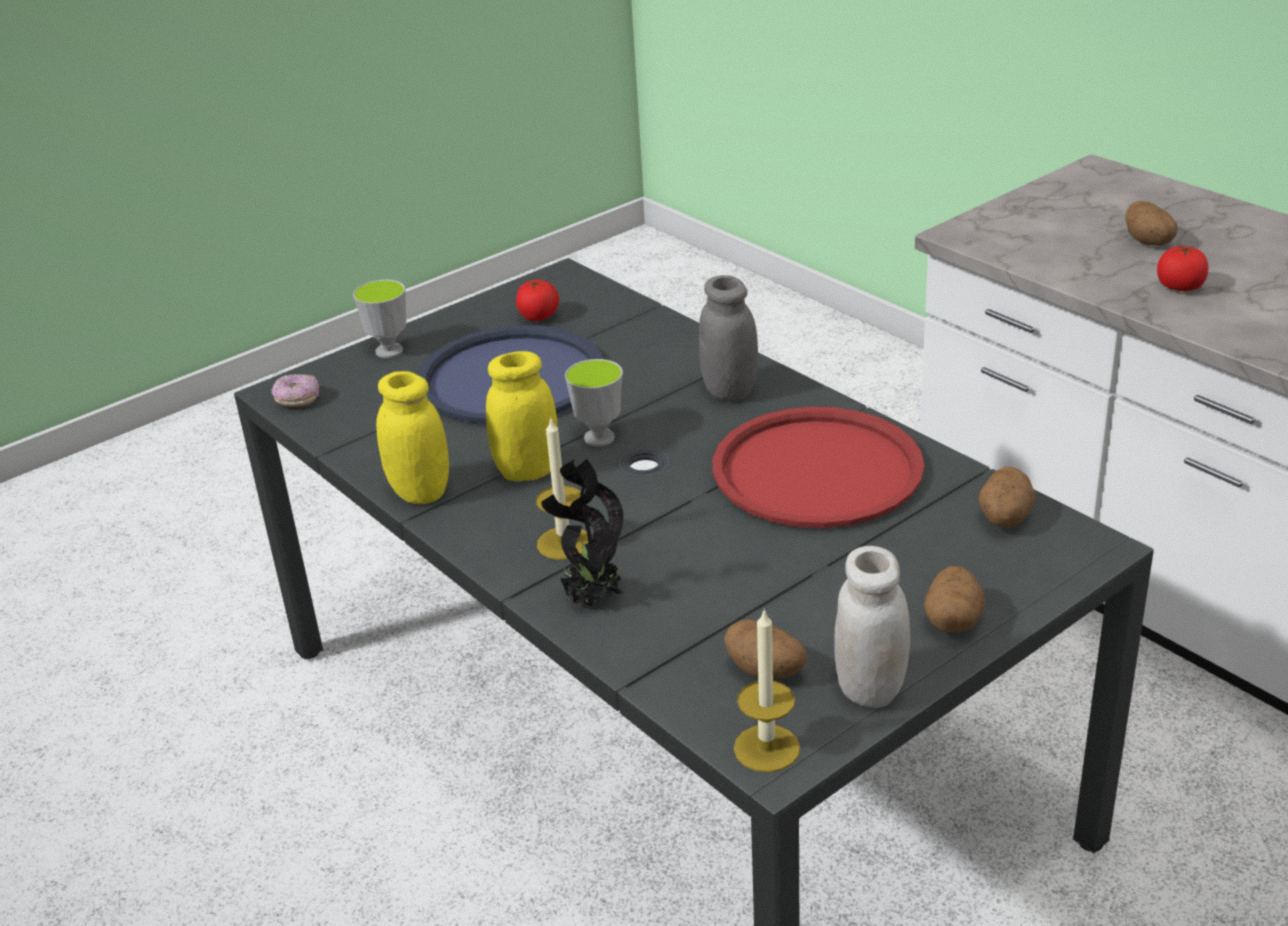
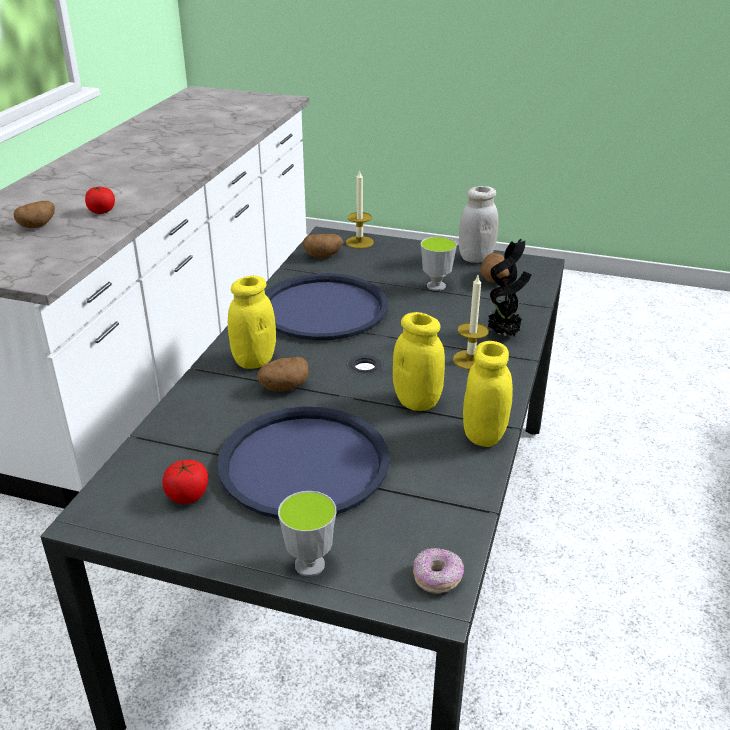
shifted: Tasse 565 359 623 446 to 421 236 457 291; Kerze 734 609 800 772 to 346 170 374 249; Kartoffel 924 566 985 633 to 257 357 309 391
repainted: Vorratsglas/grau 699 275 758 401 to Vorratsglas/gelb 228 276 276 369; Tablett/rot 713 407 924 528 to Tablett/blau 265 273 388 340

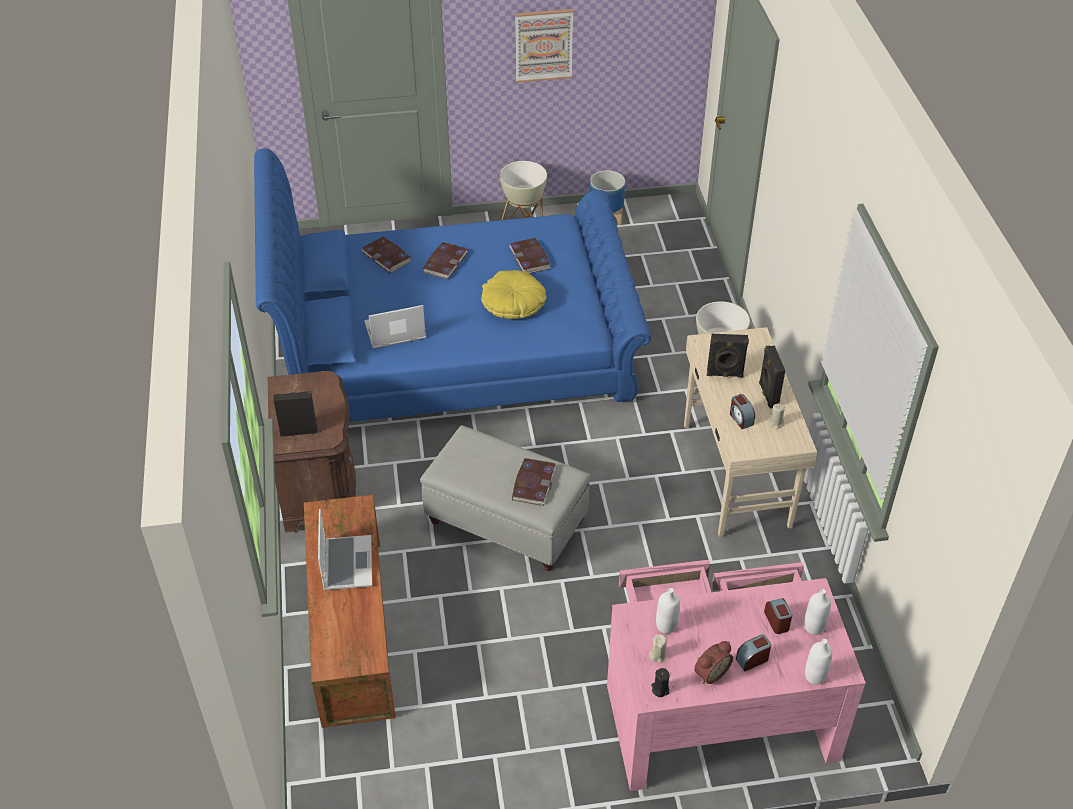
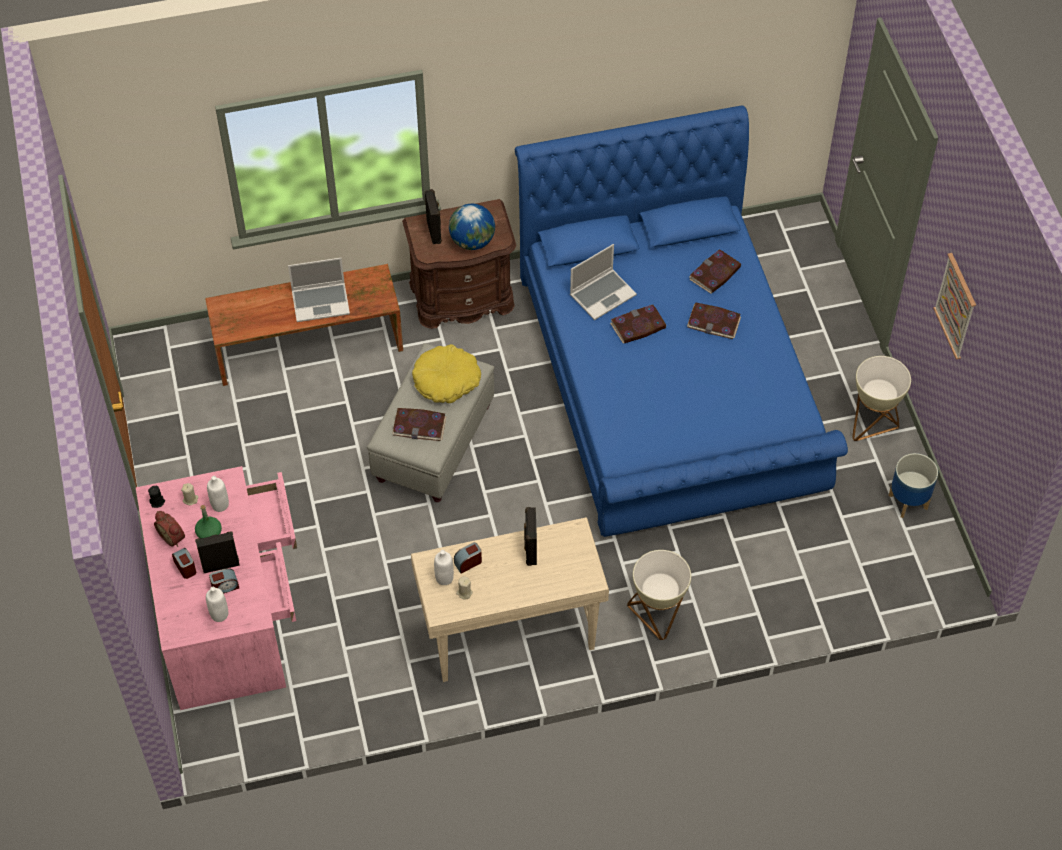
new: Flasche/grün 195 505 222 538; Globus 449 204 495 250
shifted: Kissen/gelb 481 270 546 319 to 412 344 481 403; Buch 509 238 551 274 to 610 305 666 344; Lautsprecher/schwarz 759 346 785 408 to 195 531 240 573; Flasche/weiß 805 639 832 685 to 434 550 454 585
rotated: Laptop 364 305 426 348 = 570 244 637 320 75 degrees clockwise

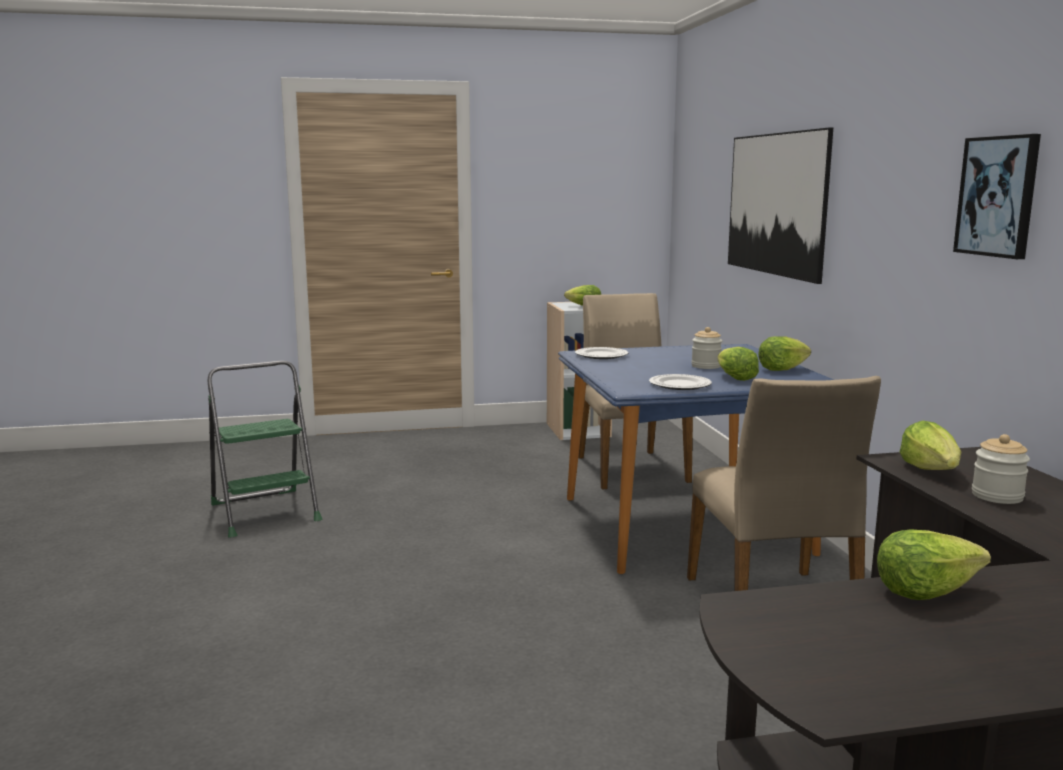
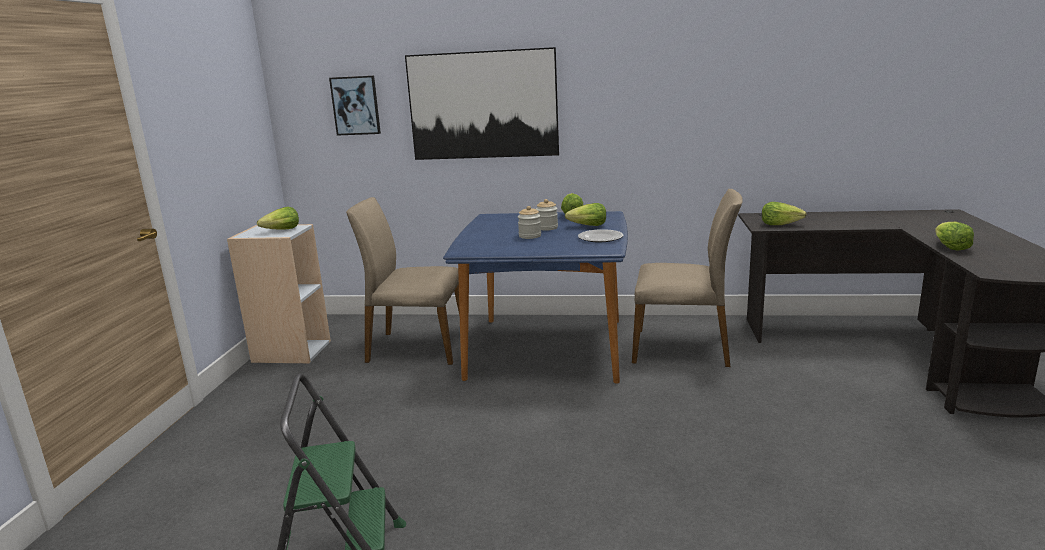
gone: Teller 575 347 628 359
shifted: Bild 953 134 1041 259 to 329 76 381 136; Vorratsglas 972 434 1030 504 to 518 206 541 239

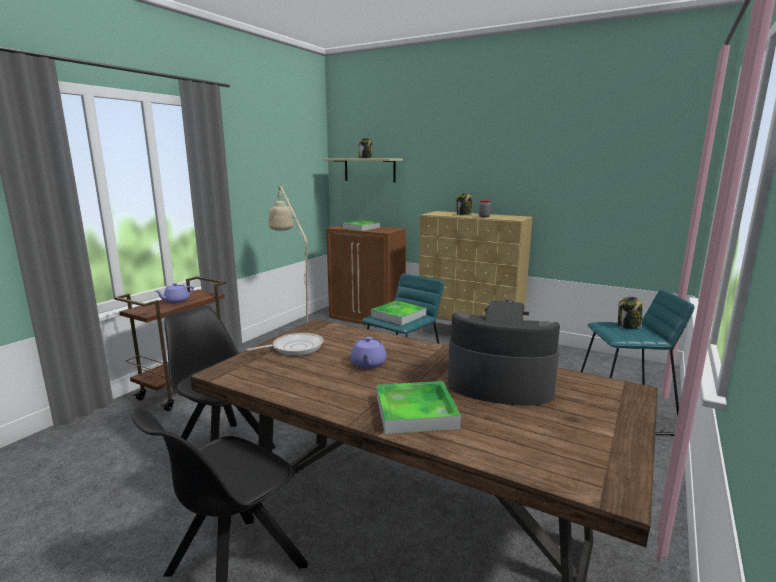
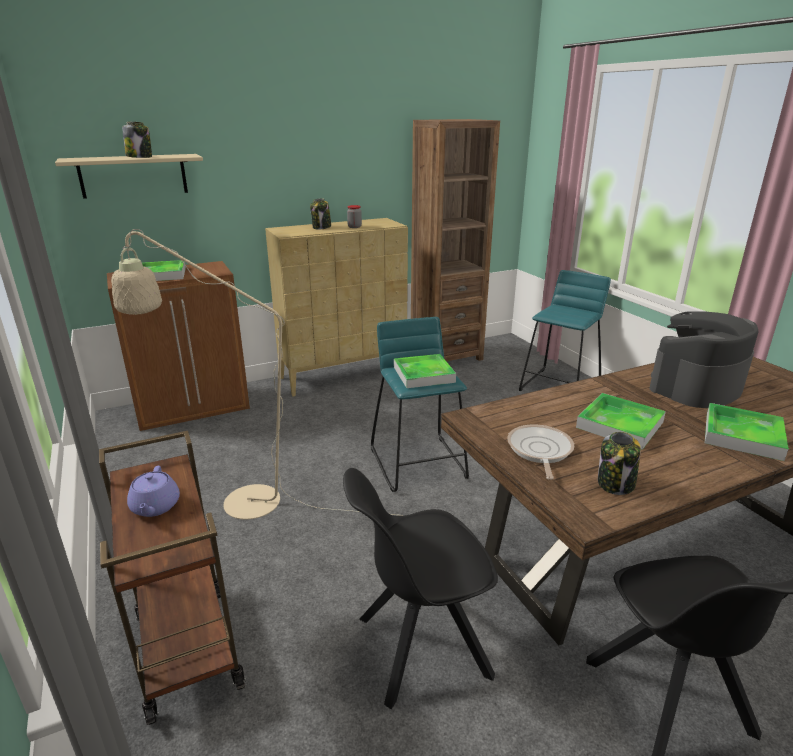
new: Bücherregal/braun 411 119 500 361
shifted: Vorratsglas 618 297 642 329 to 598 432 641 495
swapped: Teekanne/lila 350 337 387 369 to Tablett 576 393 666 450

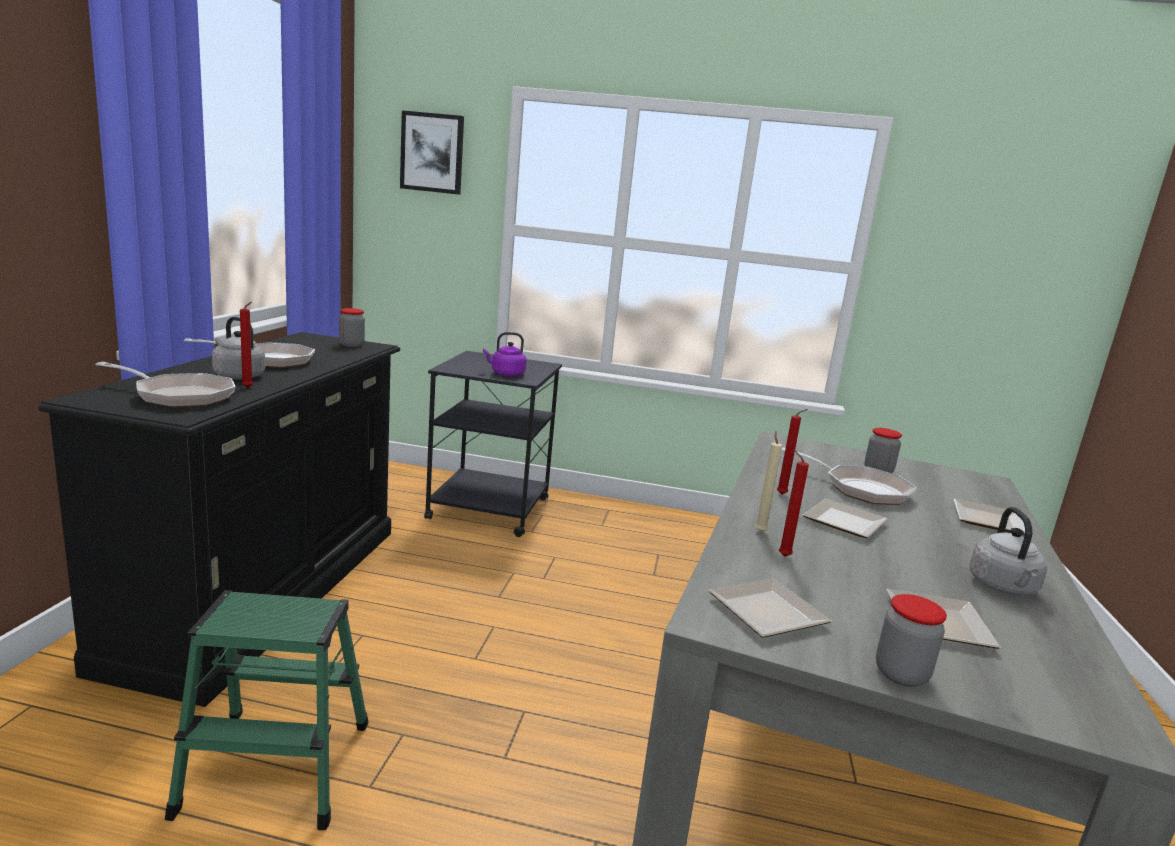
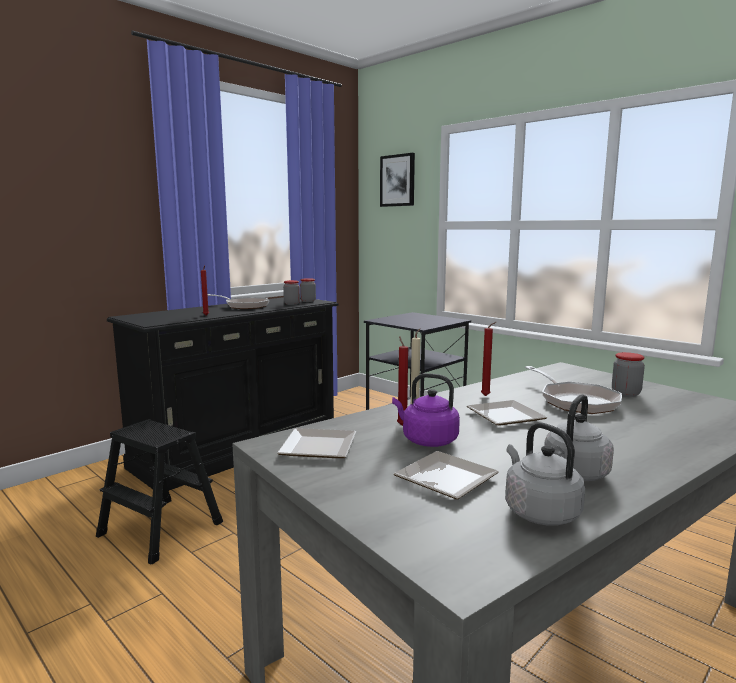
gone: Pfanne 95 362 235 408; Teller 954 499 1025 535
shifted: Wasserkessel/grau 212 317 265 379 to 505 422 585 526; Wasserkessel/lila 483 332 527 376 to 392 373 460 447; Vorratsglas 876 594 947 687 to 283 280 300 305
repainted: Trittleiter/grün 165 590 368 830 to Trittleiter/schwarz 96 419 223 564

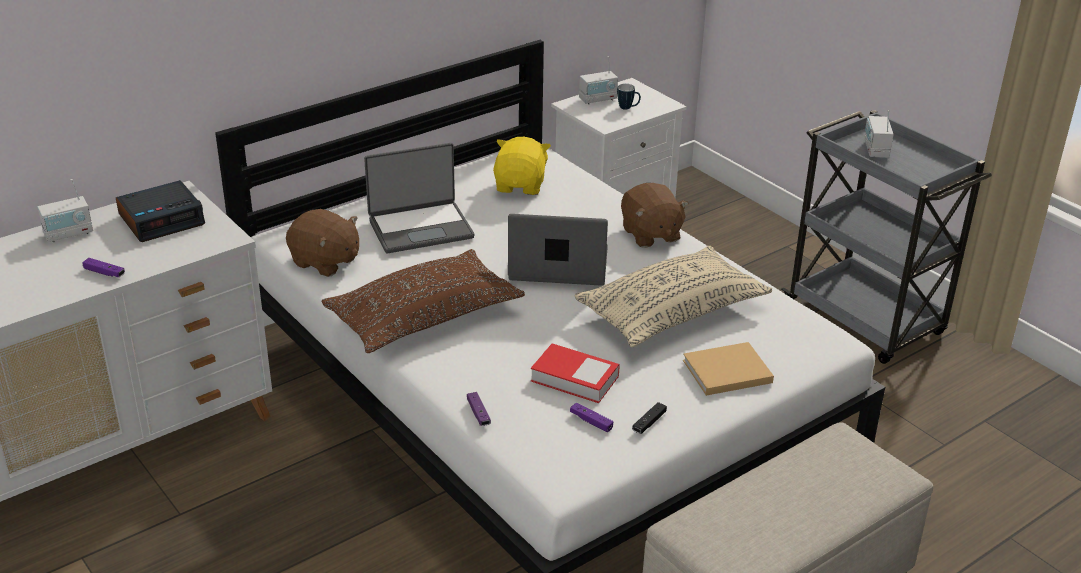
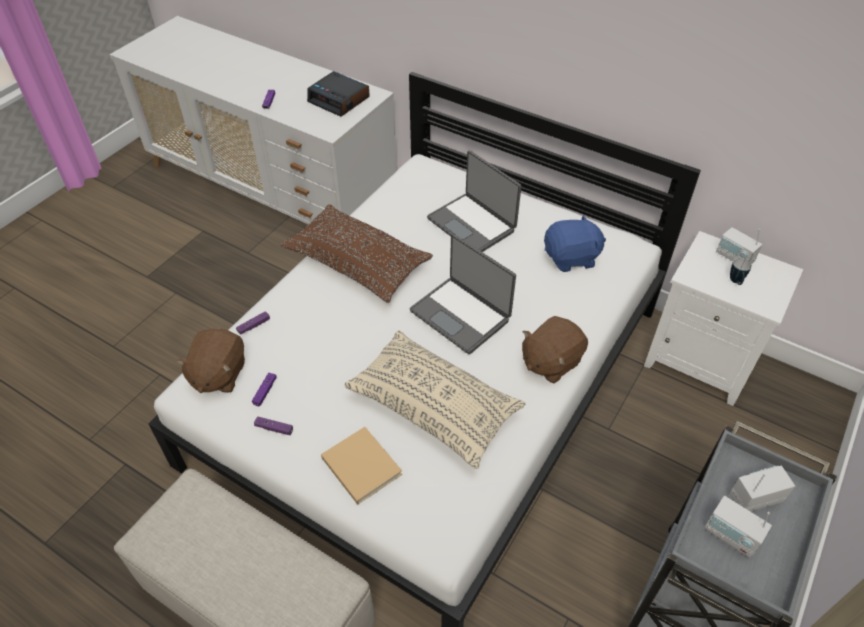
gone: Buch 531 343 620 403
shifted: Radio 37 179 93 242 to 704 496 772 558; Plüschtier/braun 286 209 359 277 to 176 328 245 393
repainted: Plüschtier/gelb 493 137 551 195 to Plüschtier/blau 544 214 606 272; Gamepad/schwarz 632 402 667 434 to Gamepad/lila 254 417 293 435
rotated: Laptop 508 214 608 286 = 409 234 516 354 150 degrees clockwise

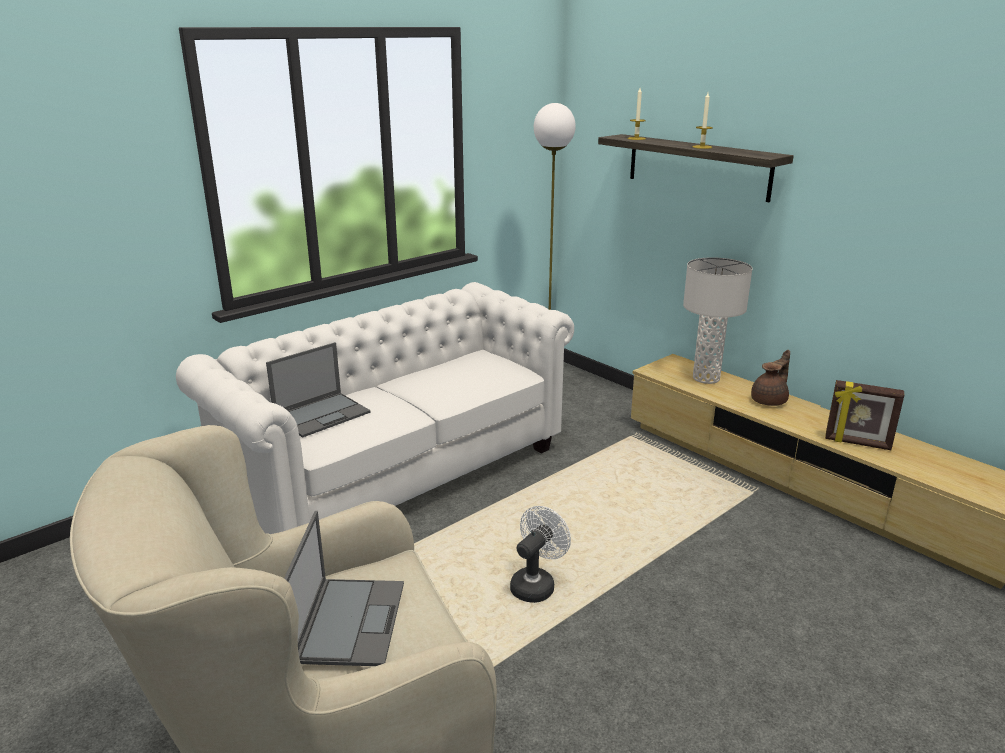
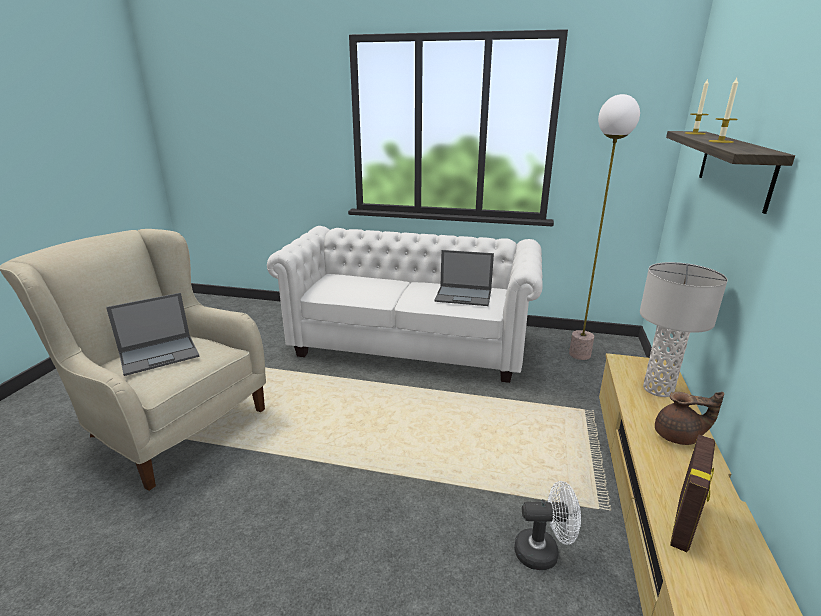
shifted: Laptop 266 342 371 438 to 434 250 494 306; Ventilator/weiß 510 506 571 603 to 514 481 581 570
rotated: Bilderrahmen 825 380 904 450 = 670 434 715 552 135 degrees counterclockwise

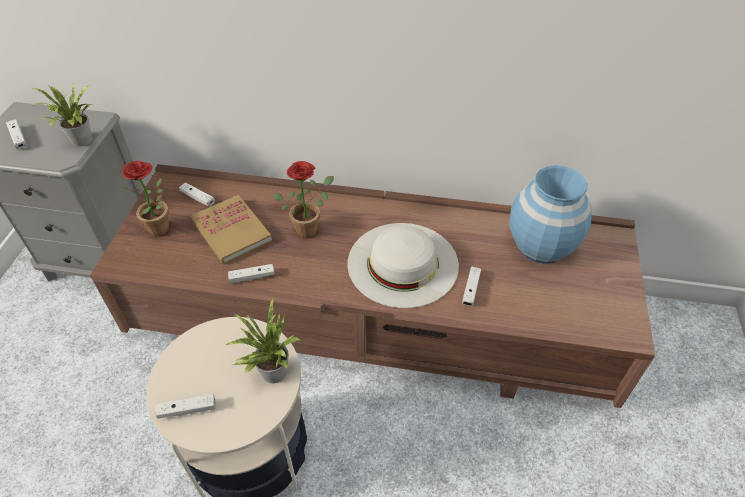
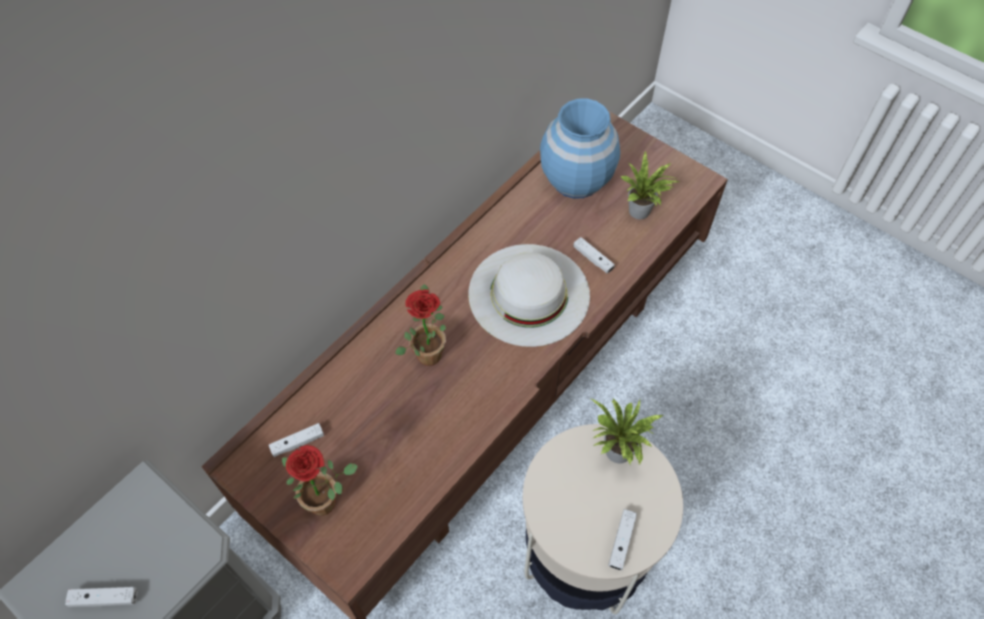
gone: Buch 191 195 272 264; Gamepad/weiß 228 264 275 283
shifted: Topfpflanze 31 84 93 147 to 621 151 679 219

